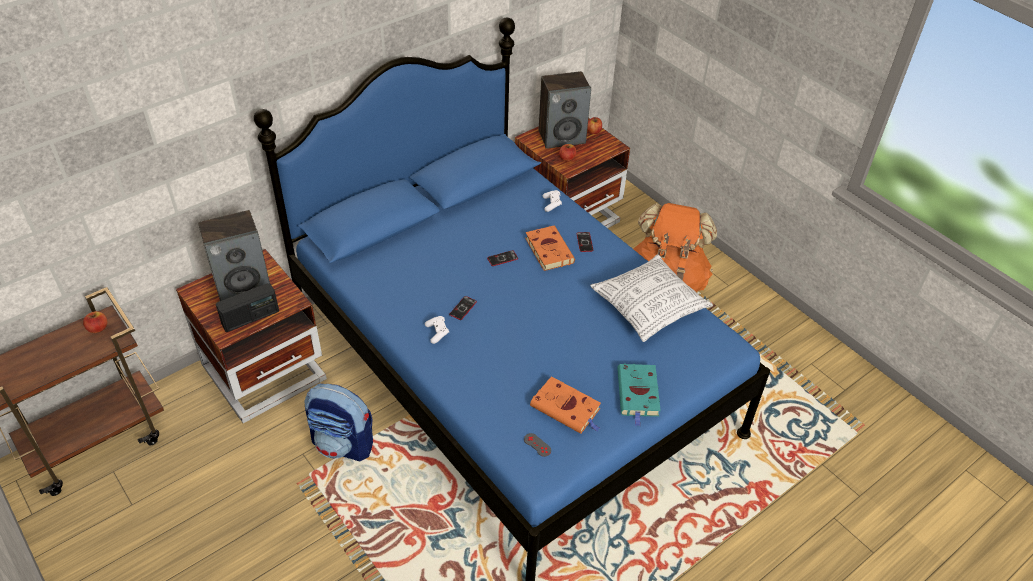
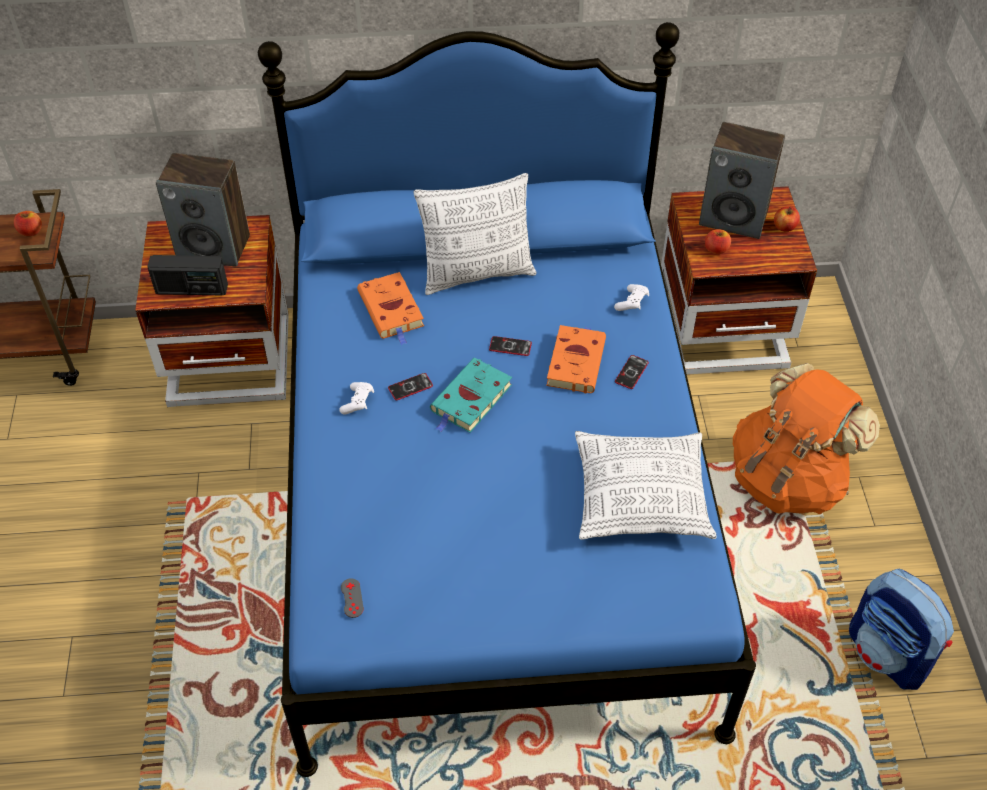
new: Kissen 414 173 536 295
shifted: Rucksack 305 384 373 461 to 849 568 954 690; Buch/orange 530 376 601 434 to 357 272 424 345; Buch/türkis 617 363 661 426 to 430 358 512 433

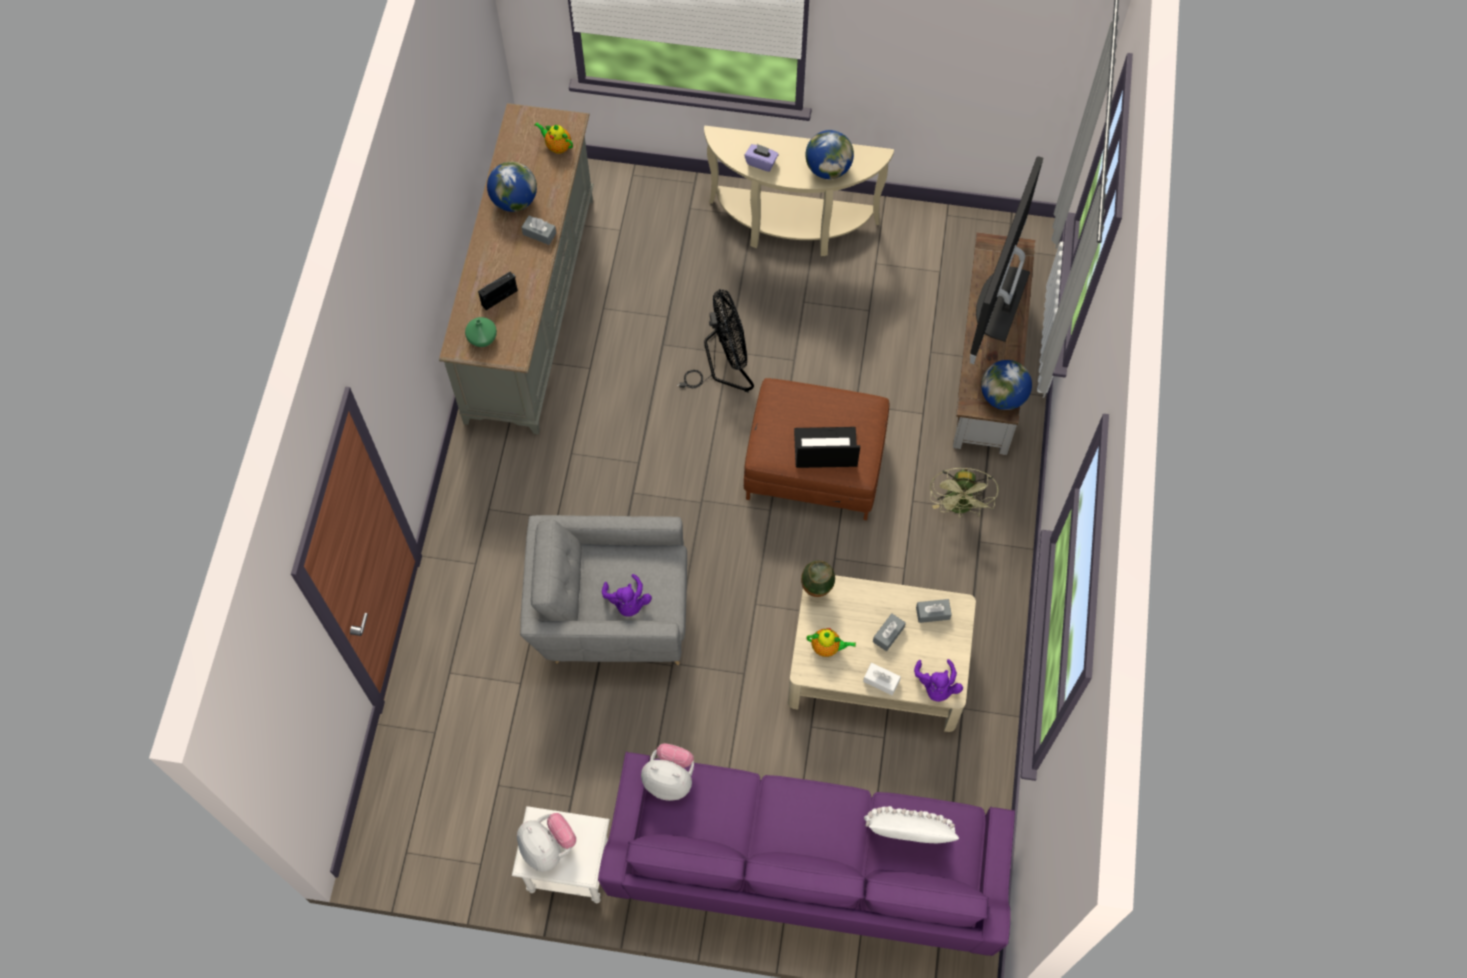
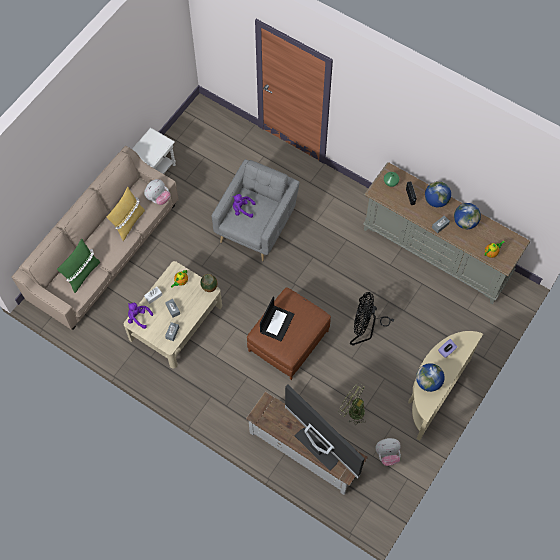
new: Kissen/gelb 106 187 145 241
shifted: Plüschtier 517 813 576 872 to 375 438 401 466; Ventilator/grün 930 468 999 517 to 339 383 366 425; Globus 981 360 1032 410 to 425 181 451 207
repainted: Sofa/lila 598 752 1015 956 to Sofa/beige 12 146 179 330; Kissen/weiß 864 806 959 843 to Kissen/grün 57 239 100 293
rotated: Ventilator/schwarz 678 289 754 392 = 350 292 395 346 90 degrees clockwise

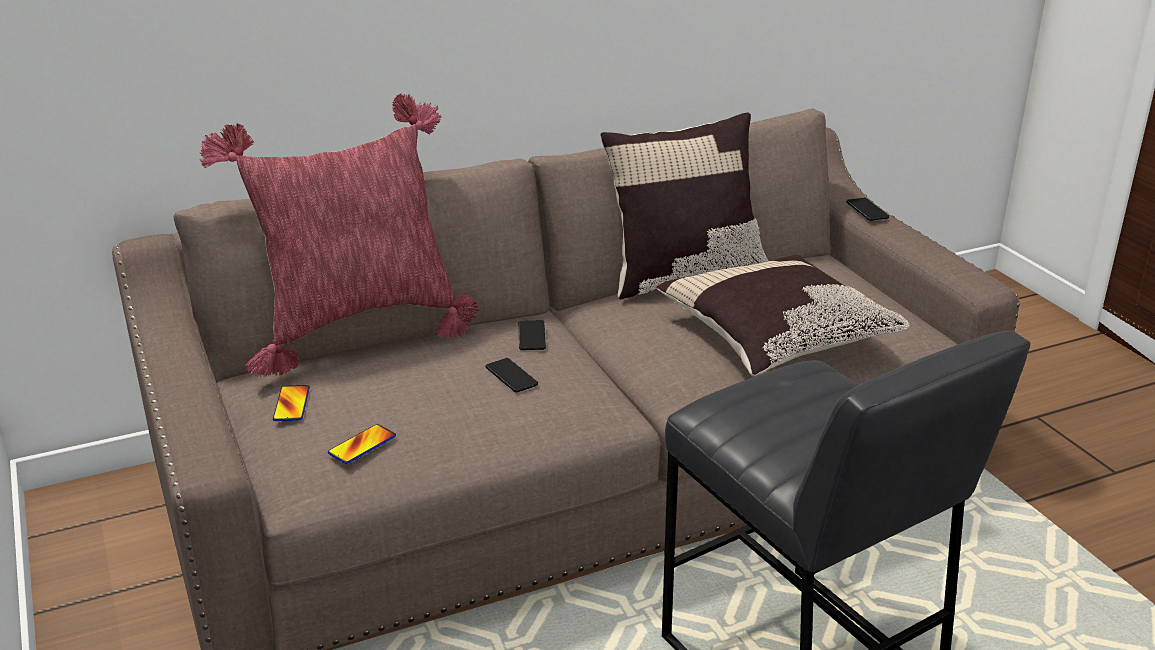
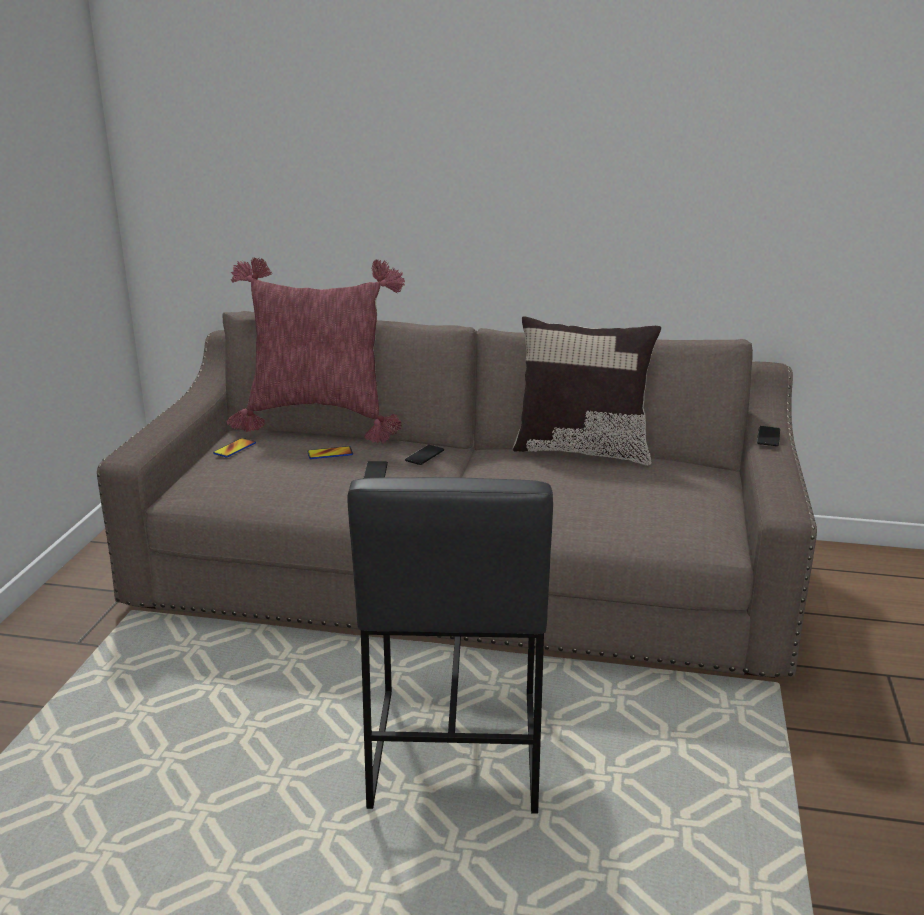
gone: Kissen 656 255 910 376
shifted: Handy 328 424 396 464 to 307 446 353 459

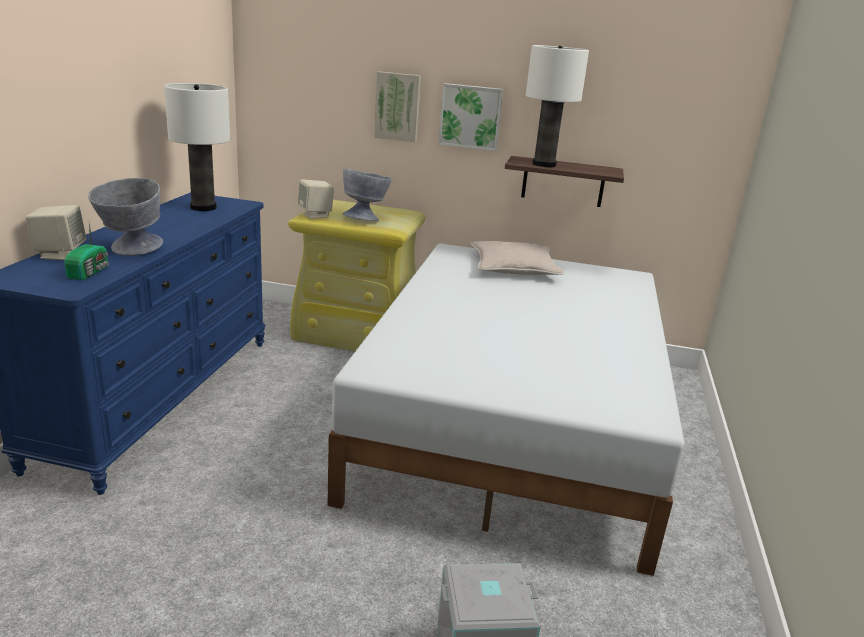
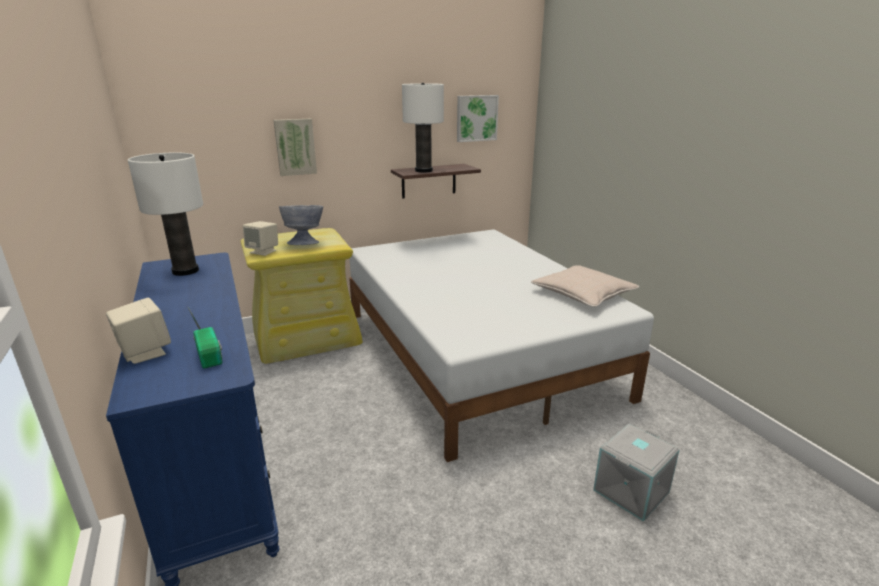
gone: Schüssel/grau 88 178 163 256
shifted: Bild 438 83 503 151 to 457 95 499 142; Kissen/beige 470 241 564 275 to 531 265 639 307

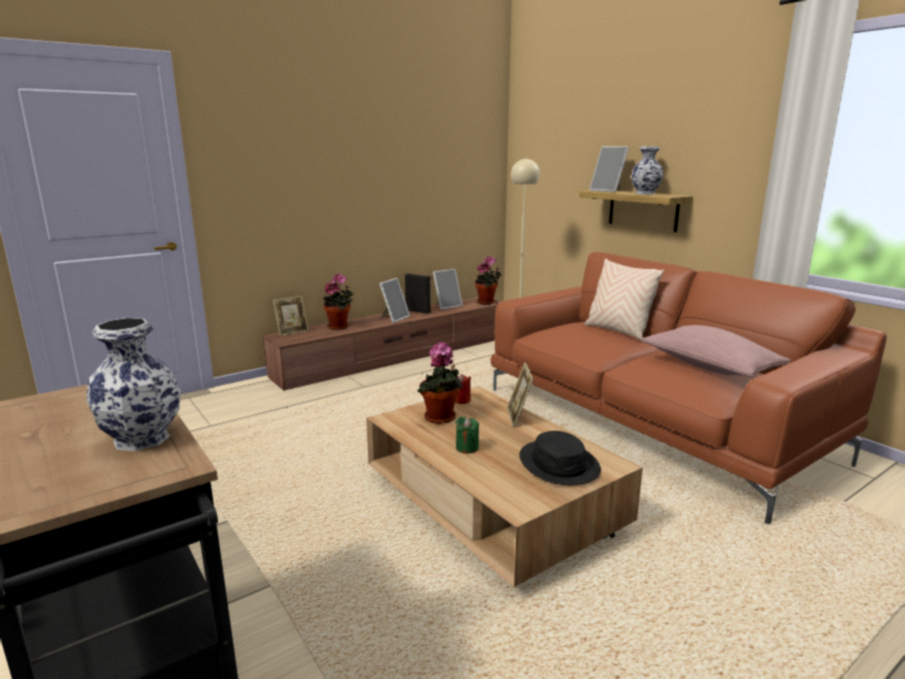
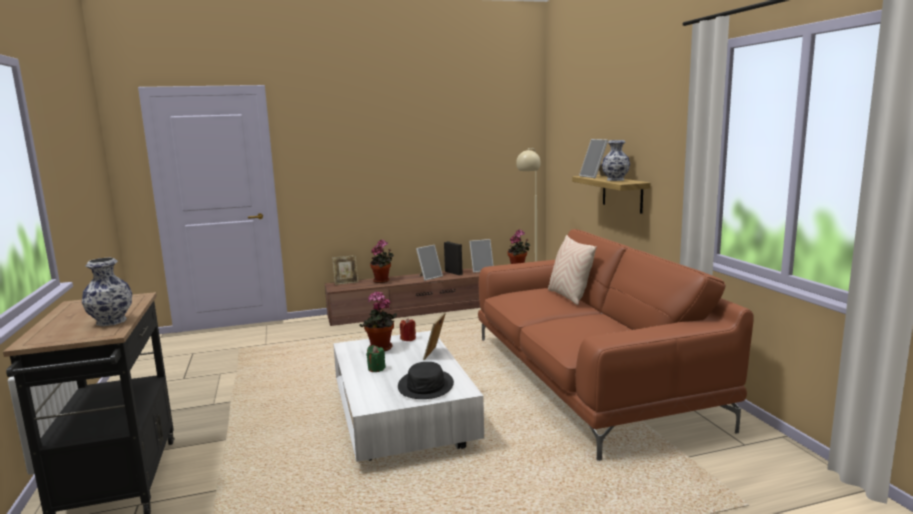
gone: Kissen/rosa 641 325 791 378
repainted: Couchtisch/braun 366 386 643 587 to Couchtisch/weiß 333 331 484 462

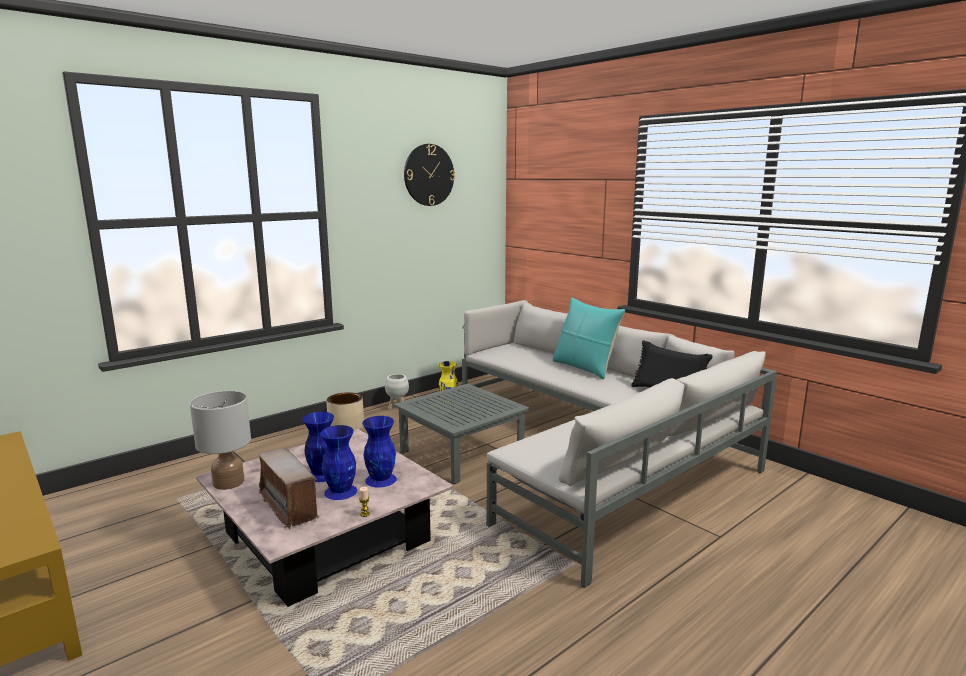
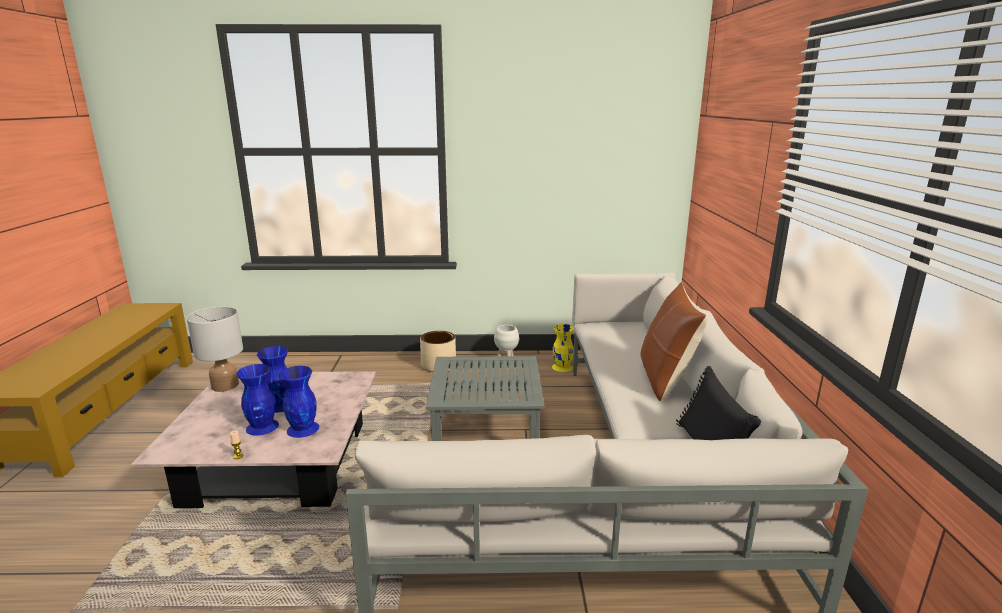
gone: Radio 259 448 320 529; Wanduhr 404 144 455 206
repainted: Kissen/türkis 553 297 625 379 to Kissen/braun 641 282 708 401

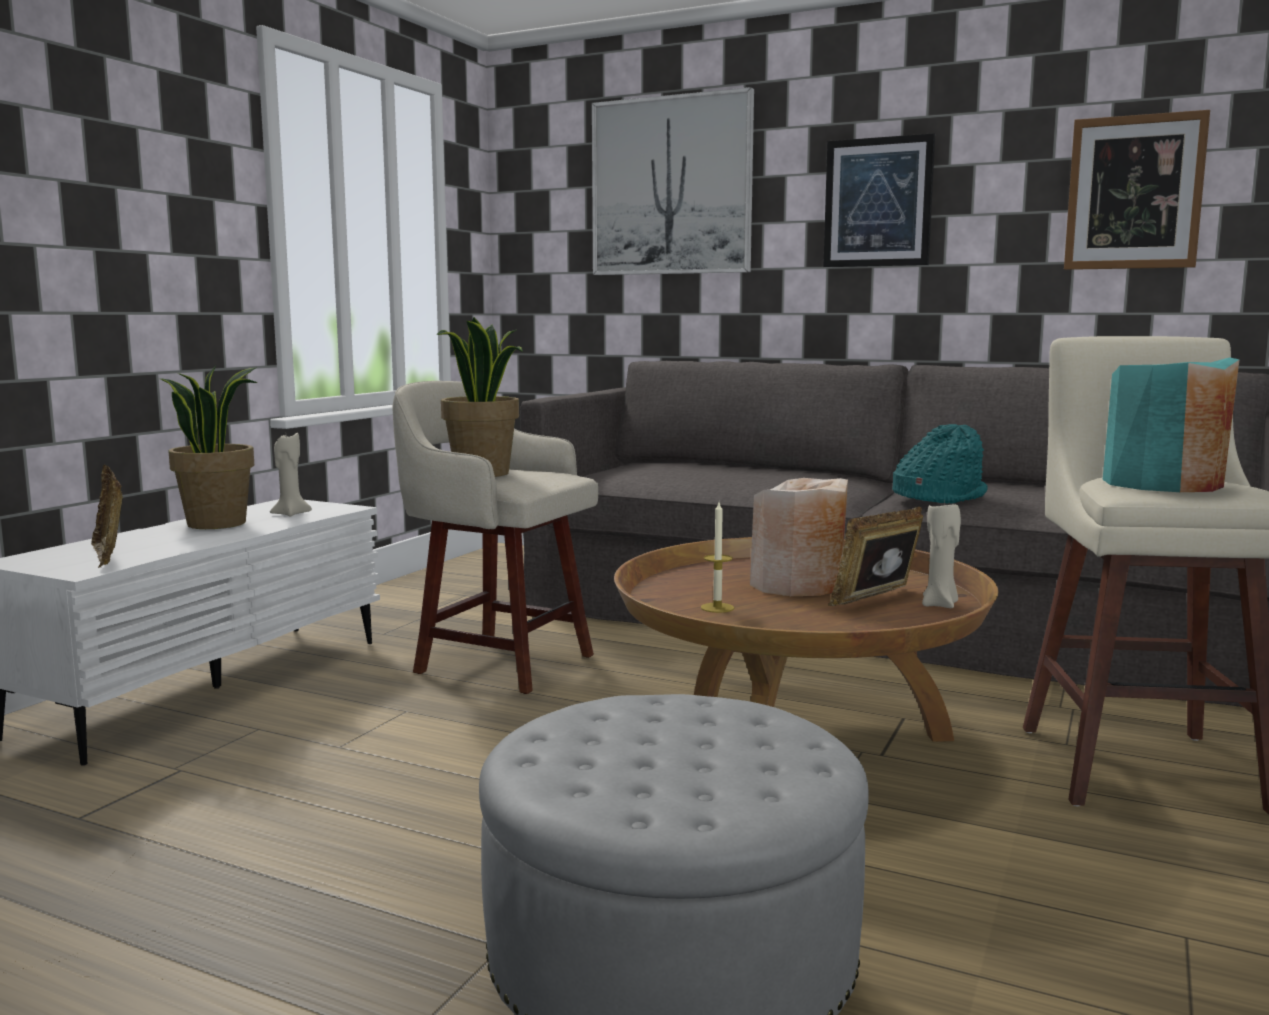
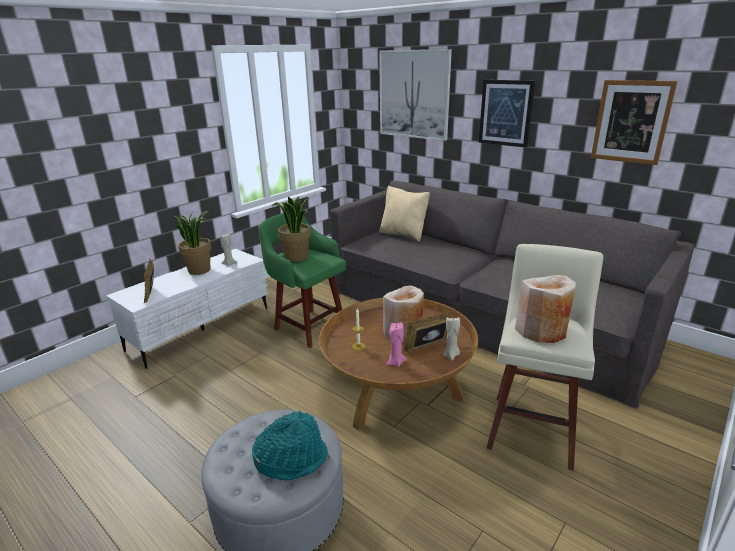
new: Kissen/beige 379 186 430 242; Kerze/rosa 386 322 407 367
shifted: Hut/türkis 892 424 987 504 to 252 411 328 481
repainted: Hocker/beige 392 381 598 694 to Hocker/grün 259 213 346 348; Vase/türkis 1103 357 1240 492 to Vase/beige 515 275 575 343

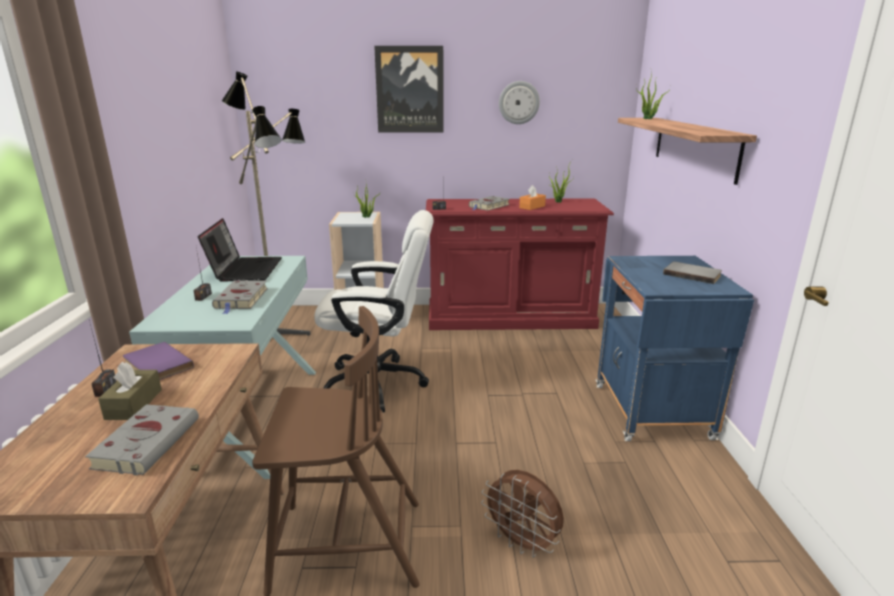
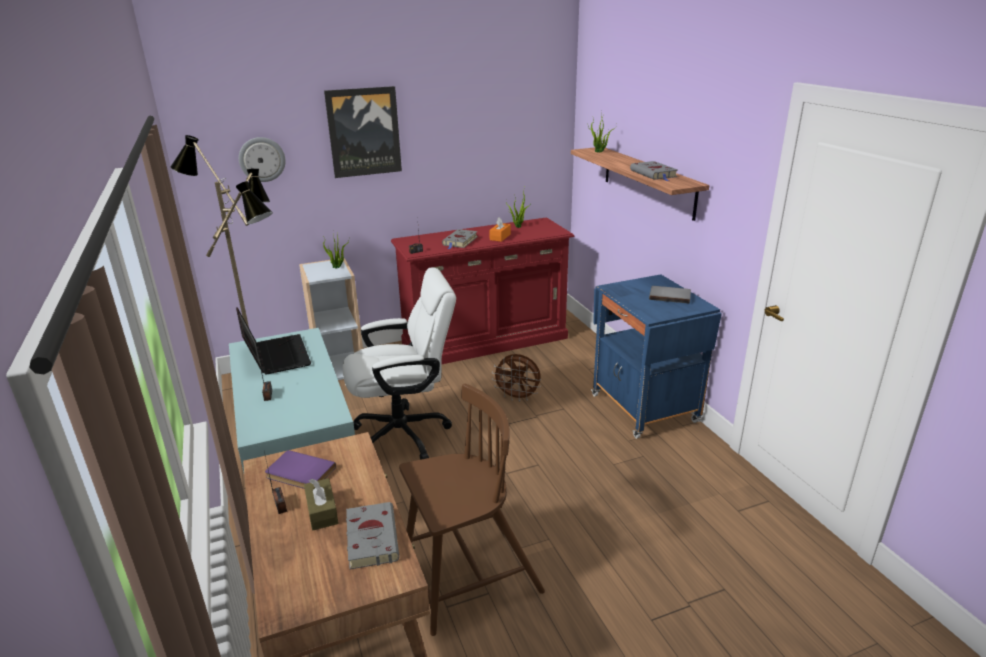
shifted: Buch/grau 212 280 268 314 to 630 161 677 181; Ventilator/braun 481 470 564 558 to 492 354 541 402; Wanduhr 499 81 540 124 to 239 137 286 182

